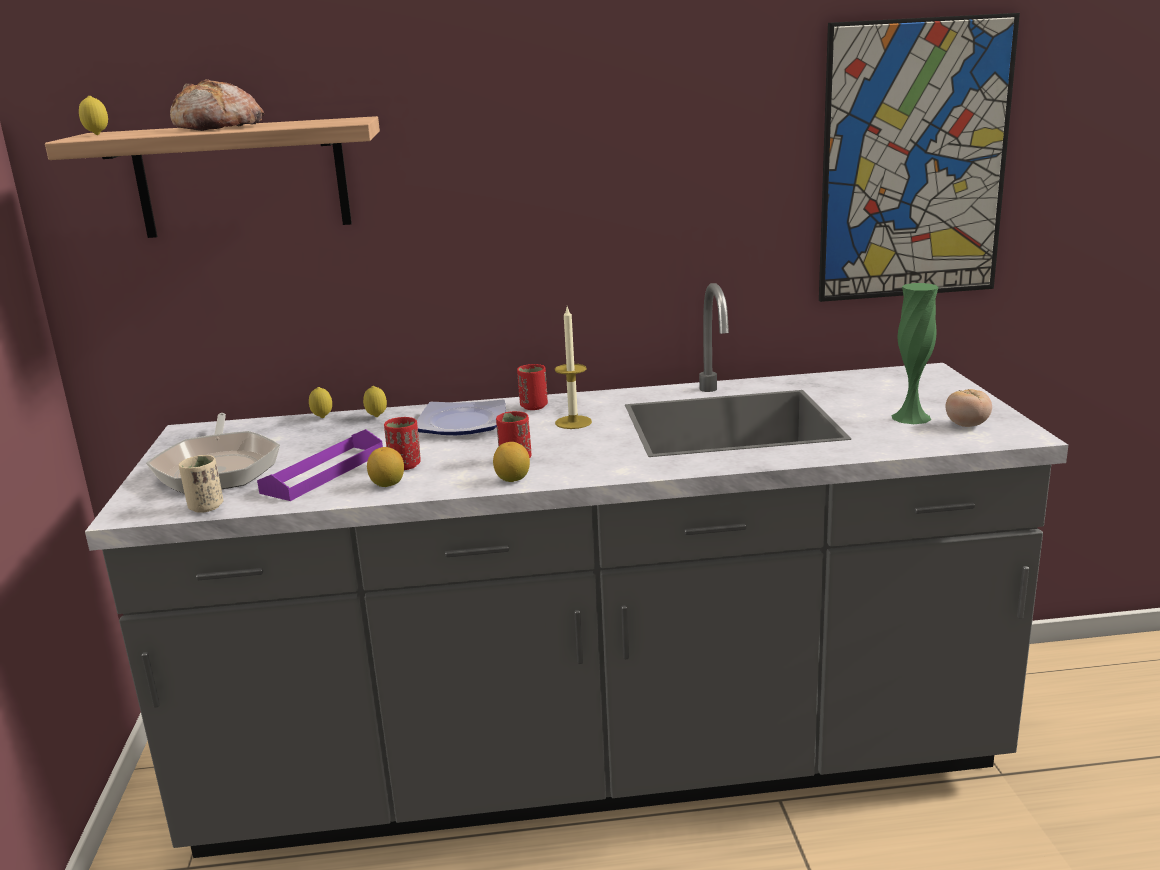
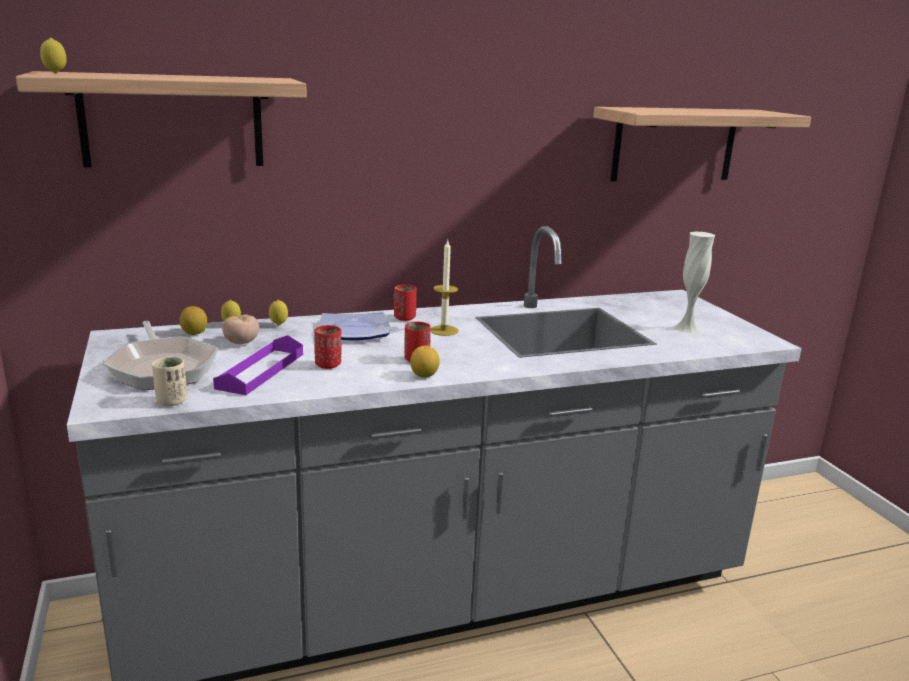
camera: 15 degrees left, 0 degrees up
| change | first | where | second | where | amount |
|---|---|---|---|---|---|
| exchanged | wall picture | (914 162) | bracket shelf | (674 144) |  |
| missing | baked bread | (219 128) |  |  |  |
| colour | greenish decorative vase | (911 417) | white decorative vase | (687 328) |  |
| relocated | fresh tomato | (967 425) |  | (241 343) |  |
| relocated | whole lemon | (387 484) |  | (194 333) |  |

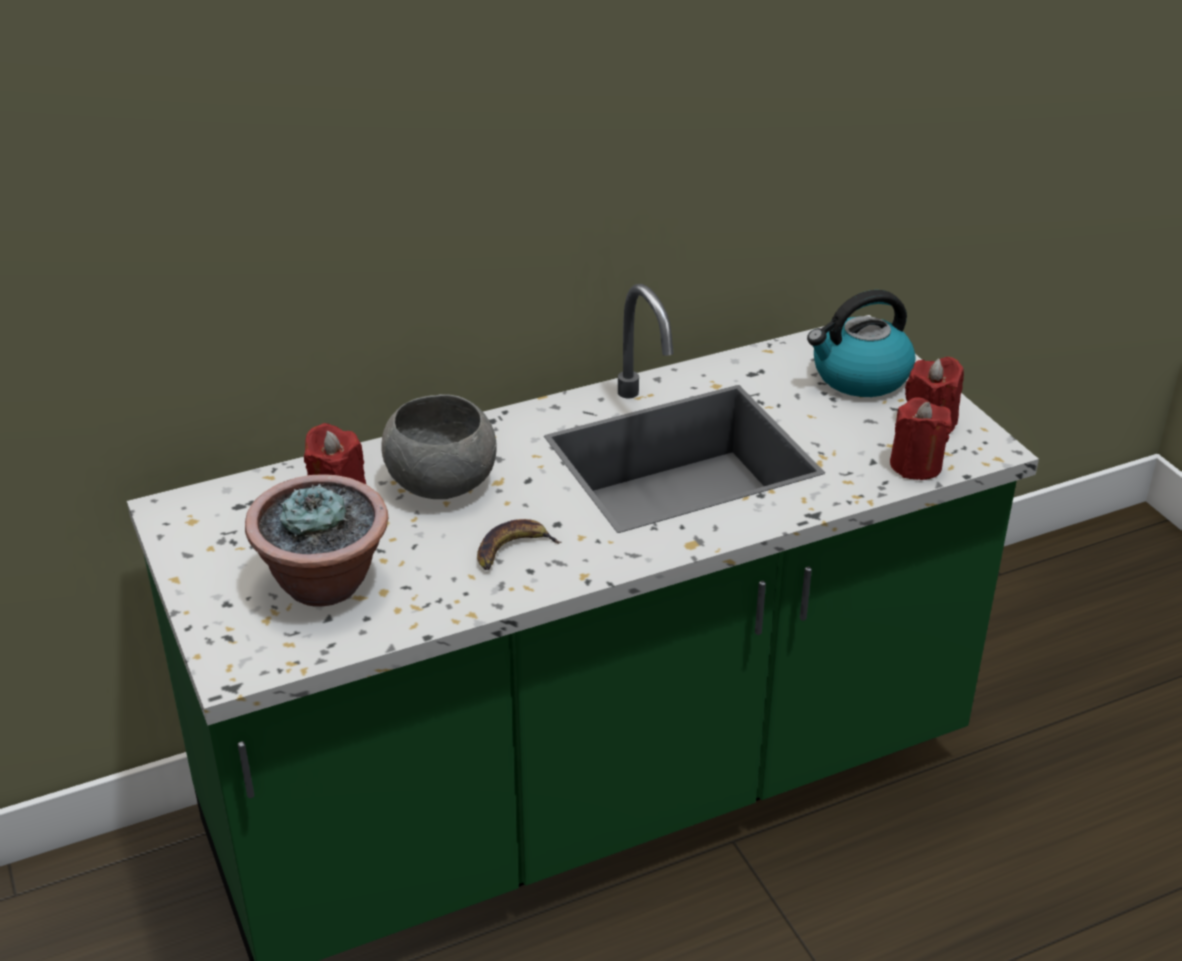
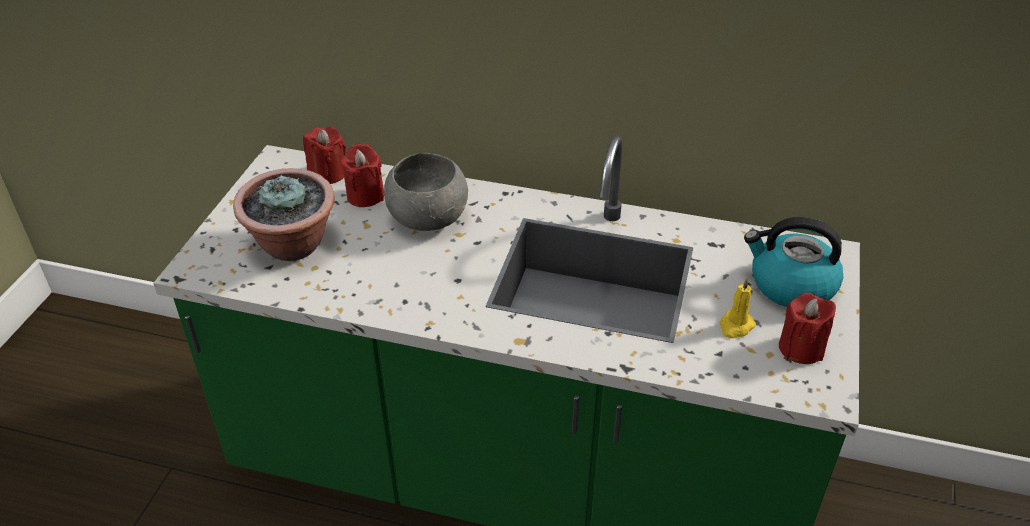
camera: 40 degrees right, 5 degrees up
| change | first | where | second | where | amount |
|---|---|---|---|---|---|
| relocated | reddish wax light | (916 465) |  | (327 173) |  |
| missing | whole banana | (512 550) |  |  |  |
| appeared |  |  | yellow wax light | (735 326) |  |

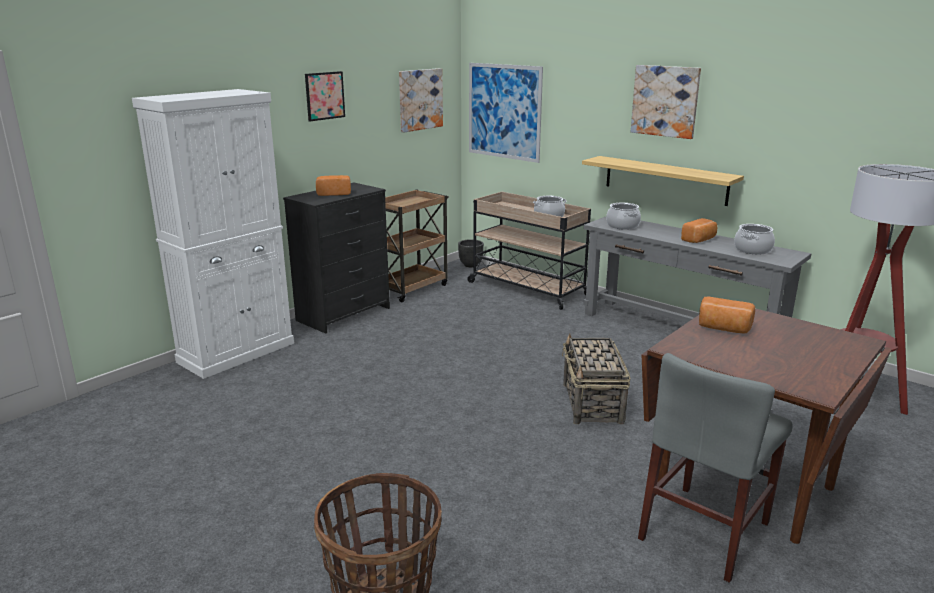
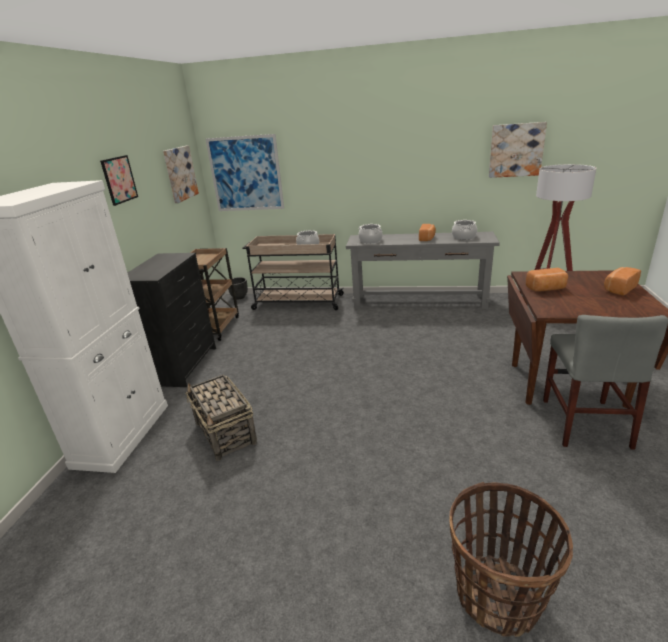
camera: 30 degrees left, 5 degrees up
| change | first | where | second | where | amount |
|---|---|---|---|---|---|
| relocated | wall picture | (665 101) |  | (516 150) |  |
| missing | bracket shelf | (665 180) |  |  |  |
| relocated | baked bread | (334 193) |  | (618 289) |  |
| relocated | storage basket | (592 403) |  | (225 433) |  |

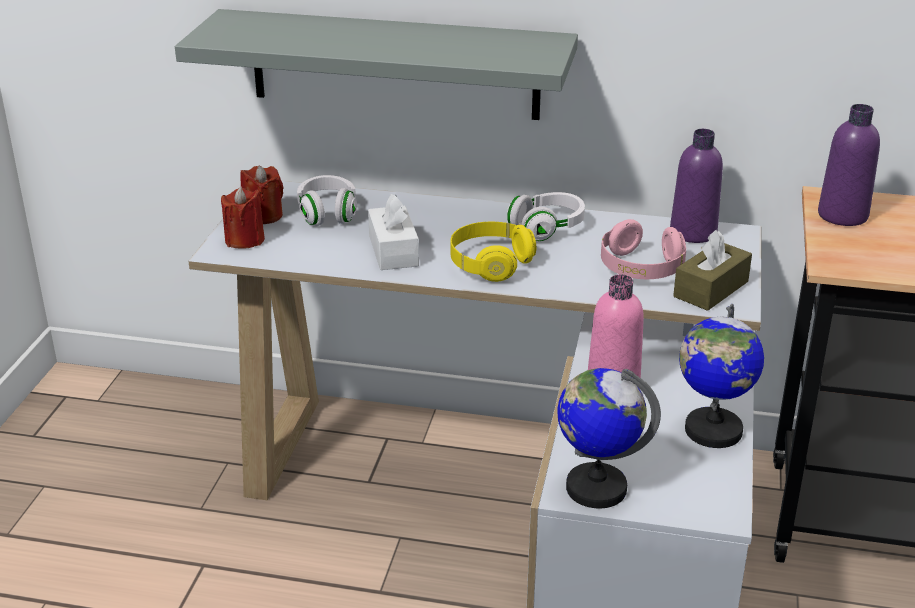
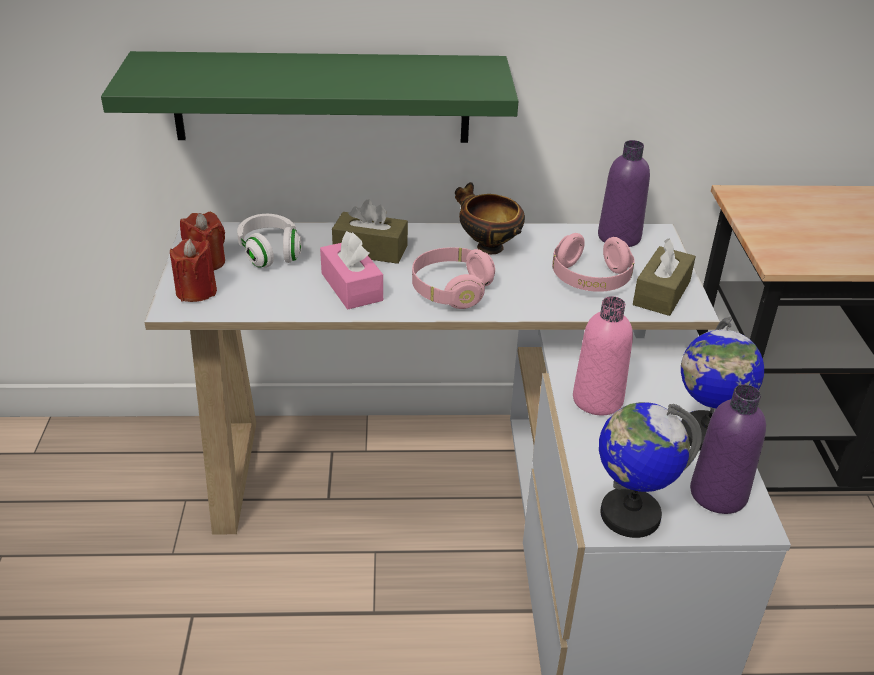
camera: 15 degrees left, 5 degrees up
| change | first | where | second | where | amount |
|---|---|---|---|---|---|
| colour | greyish bracket shelf | (394 64) | greenish bracket shelf | (322 98) |  |
| relocated | purplish drink bottle | (842 215) |  | (718 494) |  |
| exchanged | white headphones | (547 228) | deep dish | (487 247) |  |
| colour | white tissue box | (393 251) | pink tissue box | (351 287) |  |
| colour | yellow headphones | (490 264) | pink headphones | (450 290) |  |
| appeared |  |  | brown-coloured tissue box | (370 250) |  |

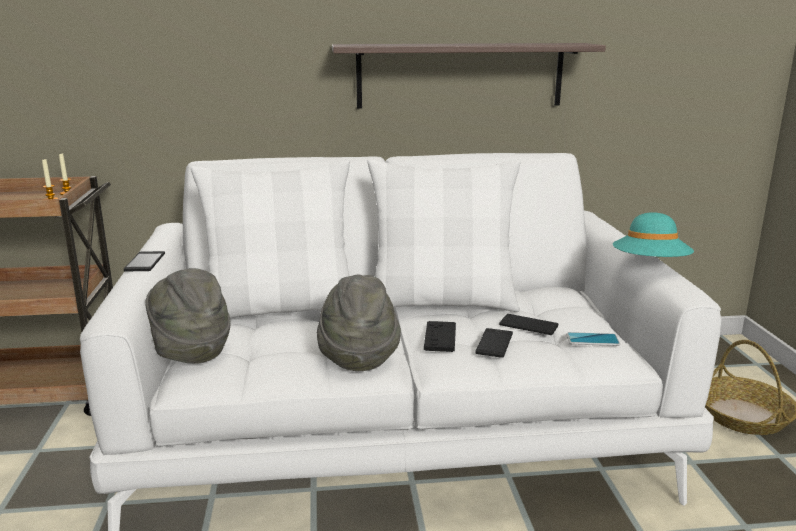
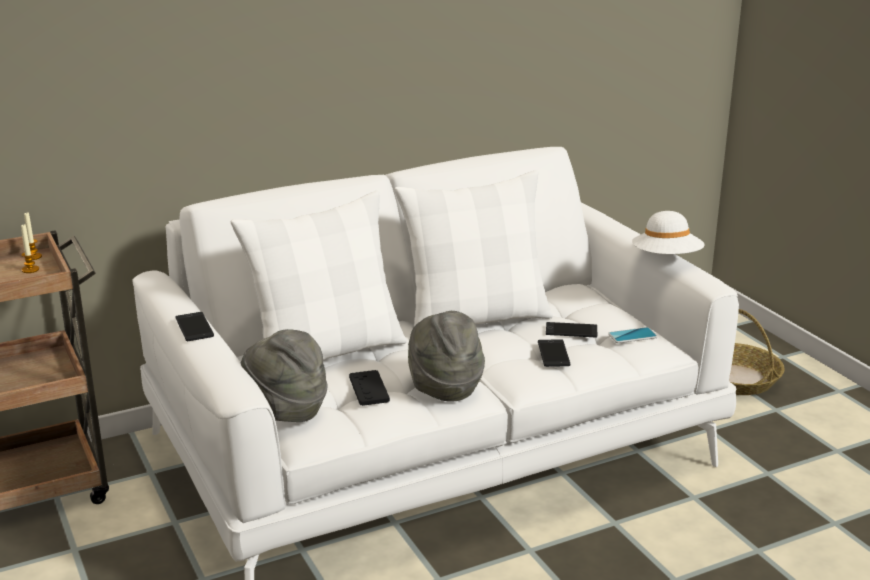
camera: 20 degrees left, 5 degrees up
| change | first | where | second | where | amount |
|---|---|---|---|---|---|
| missing | bracket shelf | (460 75) |  |  |  |
| colour | turquoise-coloured clothing hat | (650 265) | white clothing hat | (666 259) |  |
| relocated | blackish game controller | (440 337) |  | (369 389) |  |

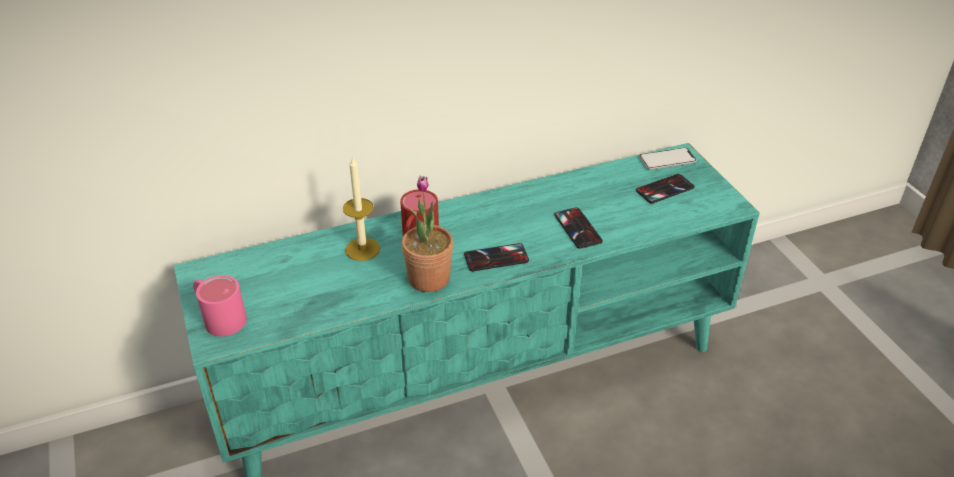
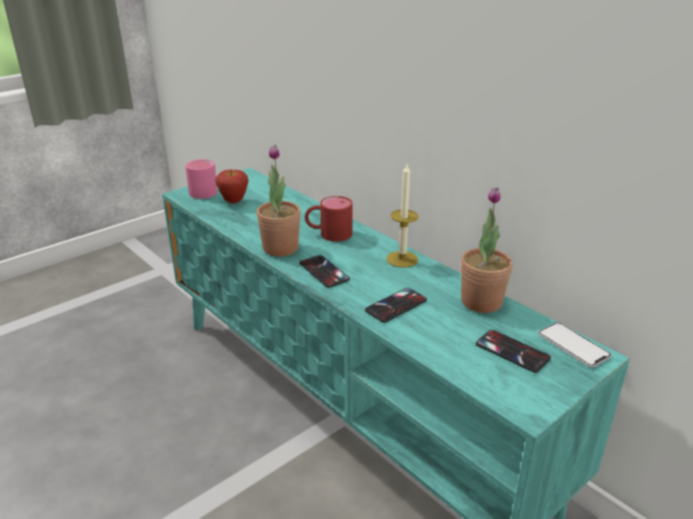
camera: 70 degrees right, 10 degrees down
| change | first | where | second | where | amount |
|---|---|---|---|---|---|
| relocated | wax light | (362 249) |  | (402 259) |  |
| appeared |  |  | apple | (234 202) |  |
| appeared |  |  | houseplant | (481 302) |  |

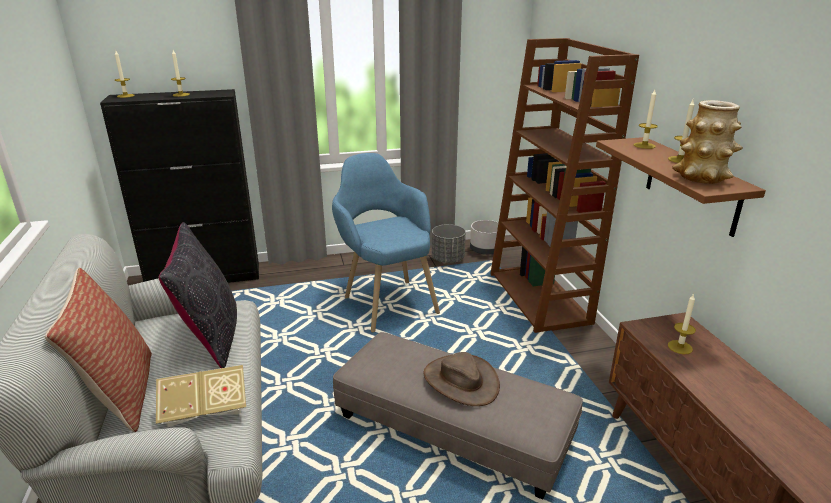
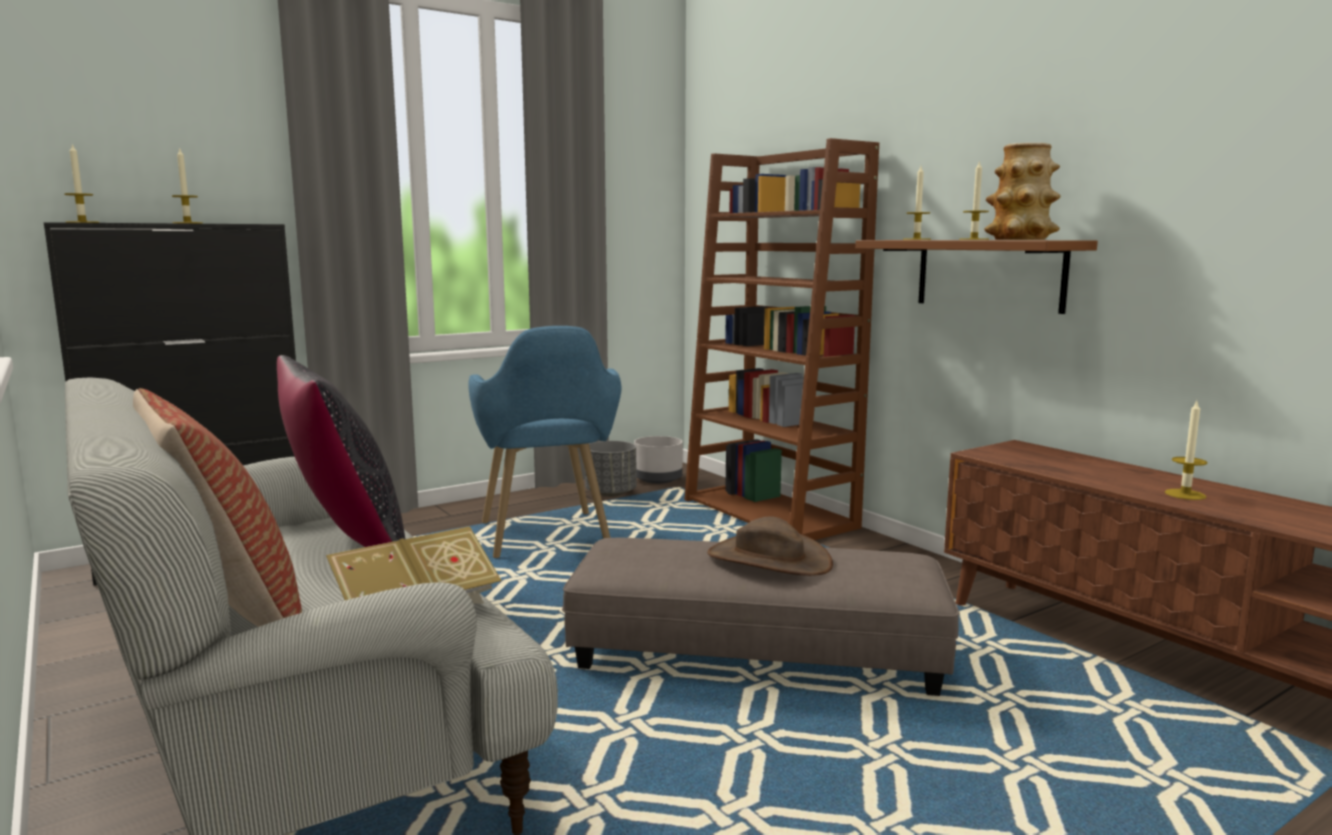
camera: 20 degrees left, 15 degrees down
| change | first | where | second | where | amount |
|---|---|---|---|---|---|
| spun | blue-coloured lounge chair | (385 299) |  | (547 541) | 150 degrees counterclockwise |
| relocated | wax light | (680 347) |  | (1185 494) |  |

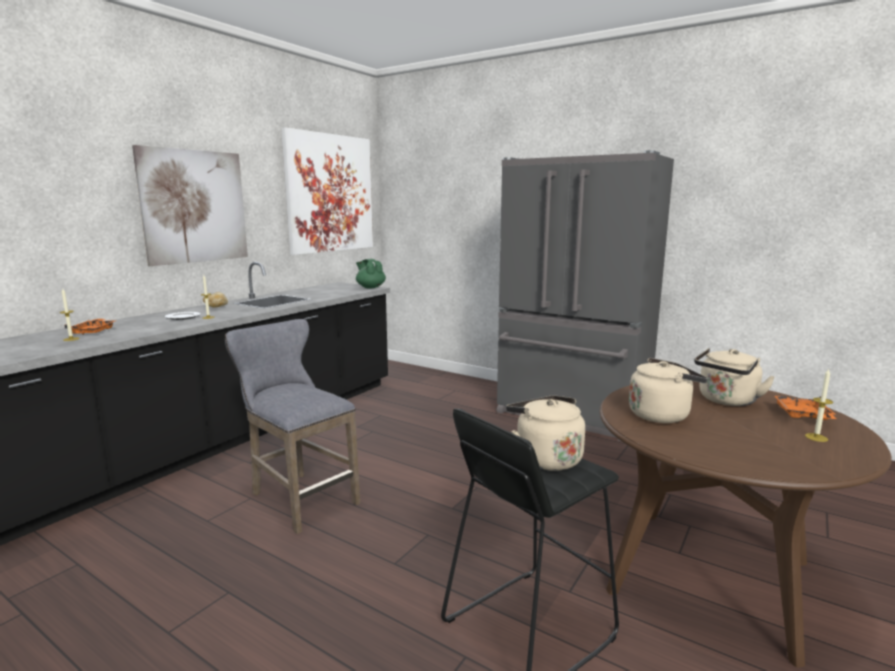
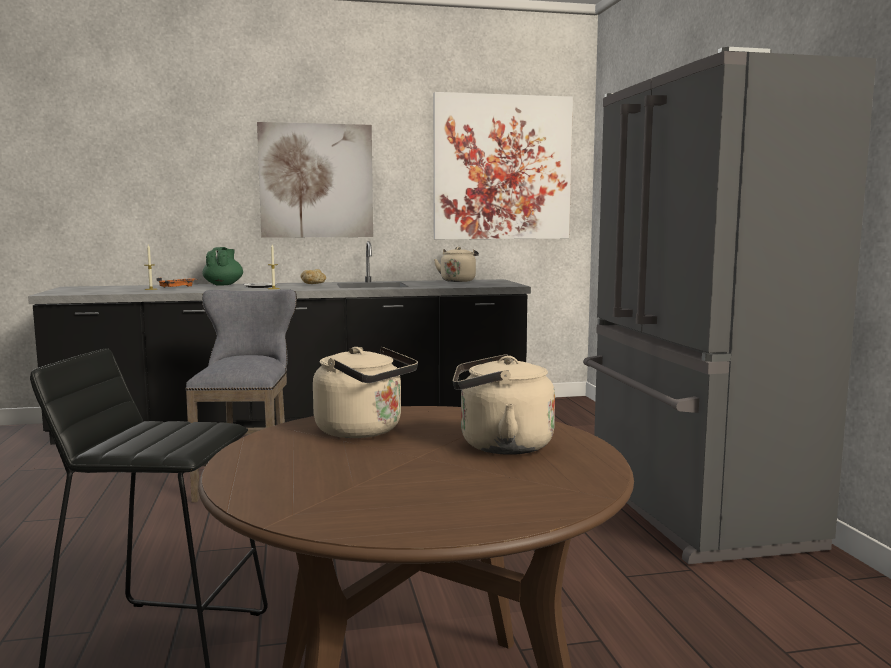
camera: 45 degrees right, 5 degrees down
| change | first | where | second | where | amount |
|---|---|---|---|---|---|
| relocated | greenish teapot | (370 287) |  | (223 285) |  |
| missing | wax light | (816 437) |  |  |  |
| relocated | sand-coloured kettle | (545 458) |  | (458 281) |  |
| missing | orange tray | (803 416) |  |  |  |

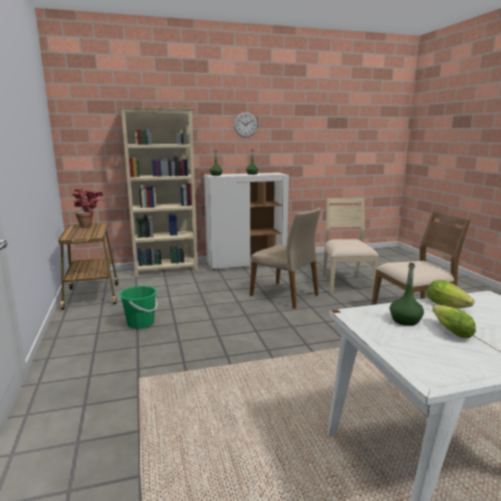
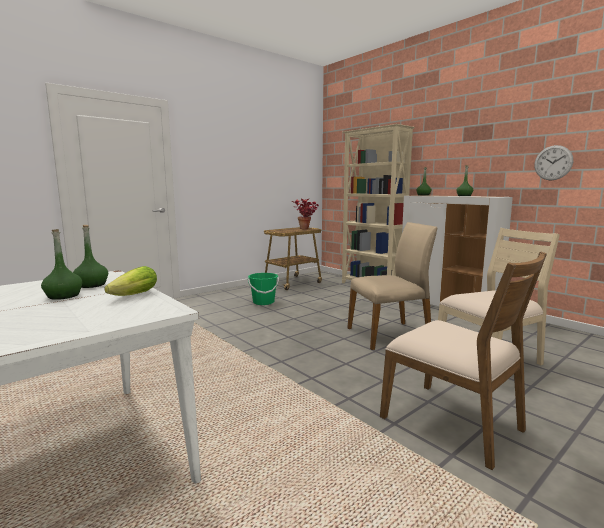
camera: 65 degrees right, 5 degrees down
| change | first | where | second | where | amount |
|---|---|---|---|---|---|
| relocated | hanging clock | (245 125) |  | (553 163) |  |
| spun | sand-coloured upright chair | (285 295) |  | (389 334) | 120 degrees counterclockwise |
| exchanged | head of lettuce | (449 330) | greenish drink bottle | (63 296) |  |

